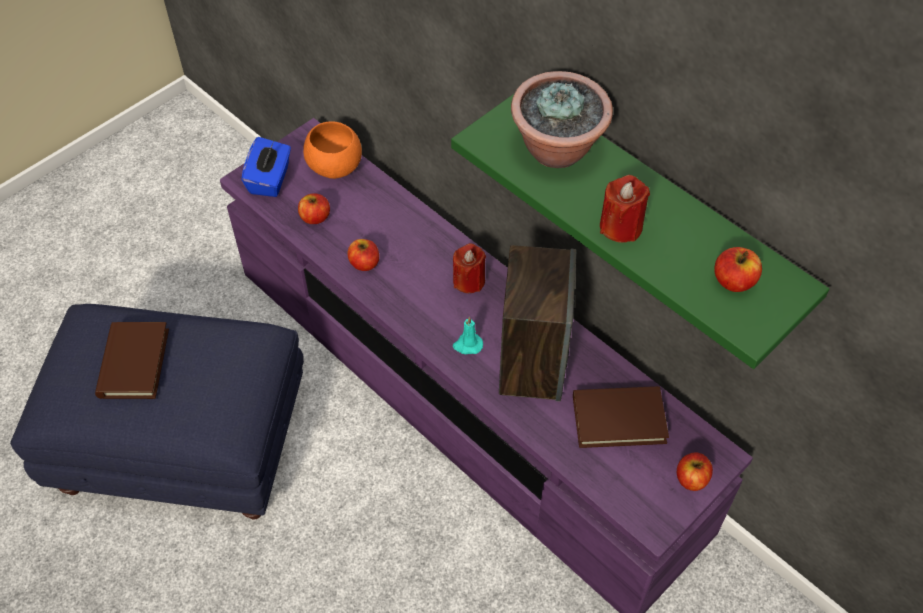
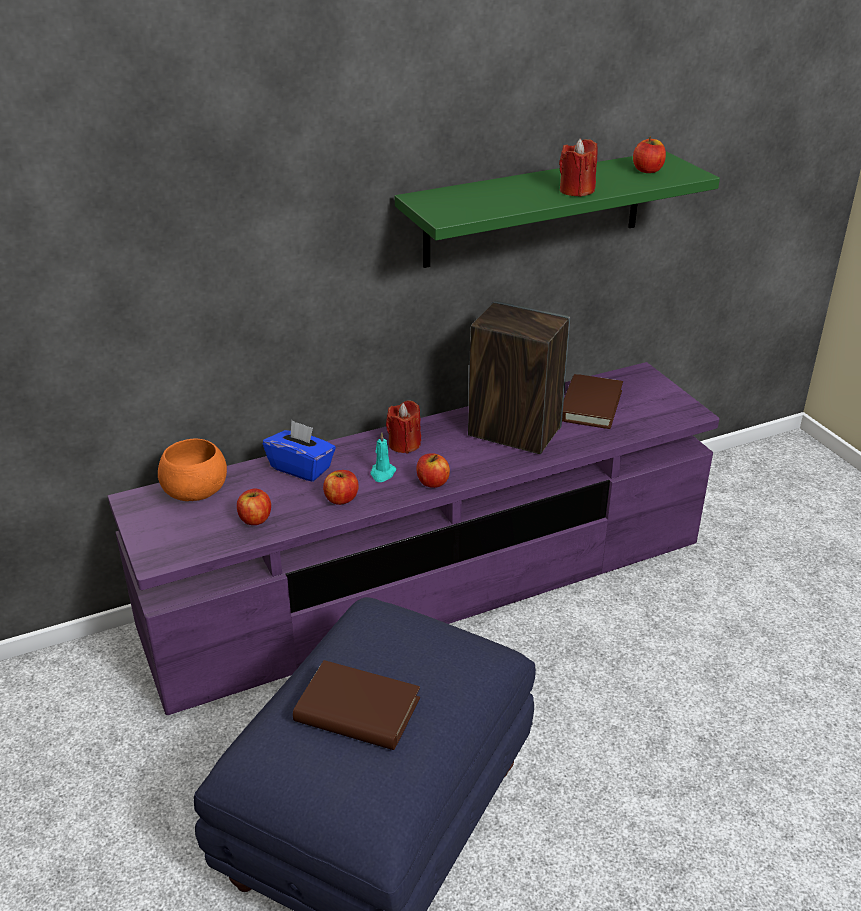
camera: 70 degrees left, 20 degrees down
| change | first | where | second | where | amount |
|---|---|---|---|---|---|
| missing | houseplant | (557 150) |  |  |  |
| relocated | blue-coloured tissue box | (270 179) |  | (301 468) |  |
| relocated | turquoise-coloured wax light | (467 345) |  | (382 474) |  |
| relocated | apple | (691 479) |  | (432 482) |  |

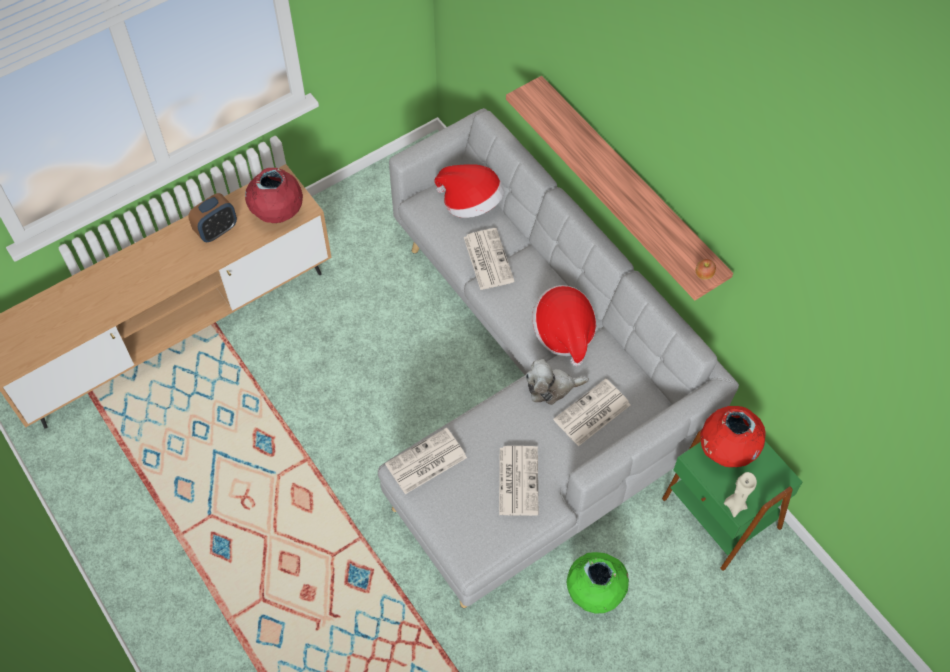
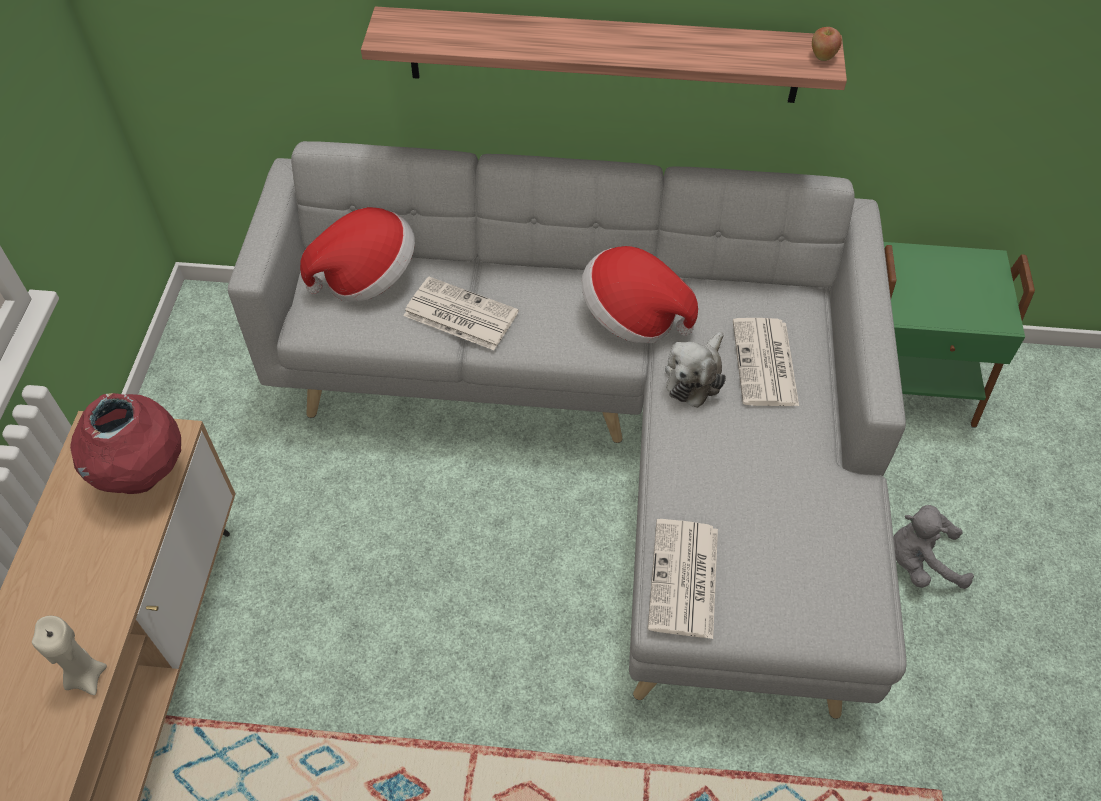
camera: 50 degrees left, 5 degrees down
| change | first | where | second | where | amount |
|---|---|---|---|---|---|
| missing | alarm clock | (217 230) |  |  |  |
| missing | reddish decorative vase | (725 453) |  |  |  |
| missing | daily paper | (517 480) |  |  |  |
| relocated | sand-coloured wax light | (735 504) |  | (86 676) |  |
| exchanged | greenish decorative vase | (595 593) | greyish plush toy | (920 562) |  |

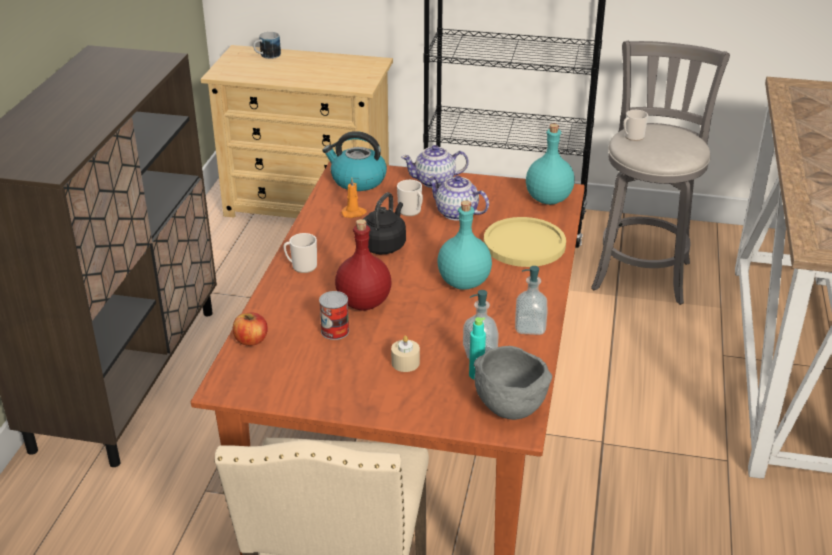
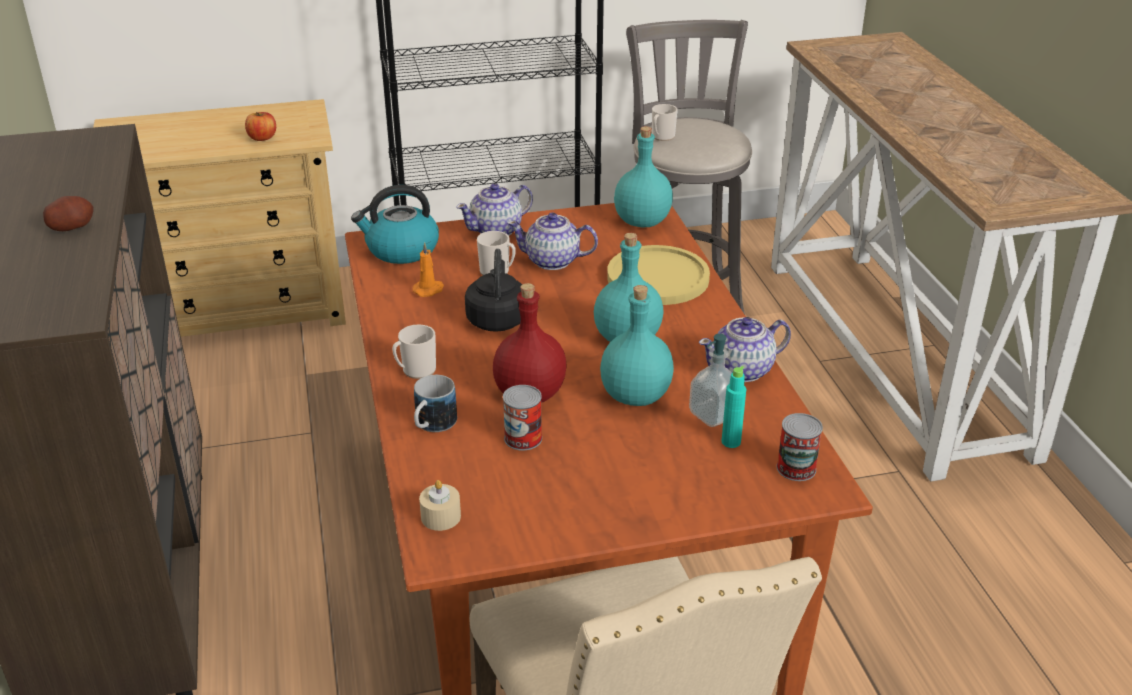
camera: 25 degrees left, 0 degrees up
| change | first | where | second | where | amount |
|---|---|---|---|---|---|
| relocated | tea mug | (267 56) |  | (432 426) |  |
| exchanged | soap dispenser | (530 327) | teapot | (743 370) |  |
| relocated | apple | (251 340) |  | (262 138) |  |
| relocated | sand-coloured wax light | (405 363) |  | (441 517) |  |
| exchanged | greyish deep dish | (508 407) | sealed can | (796 468) |  |
| appeared |  |  | potato | (72 227) |  |
| appeared |  |  | turquoise-coloured drink bottle | (636 396) |  |

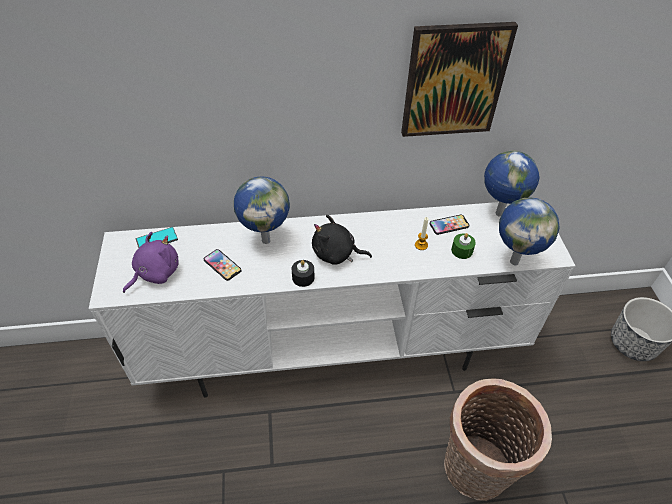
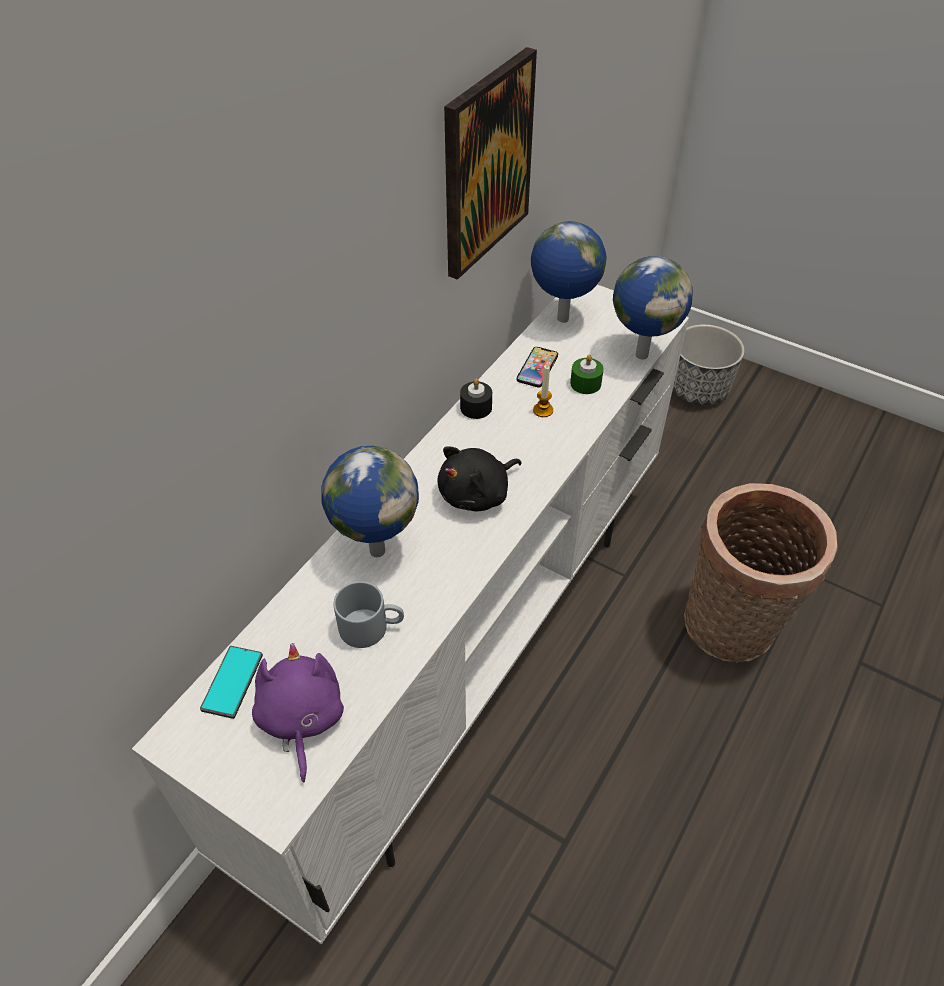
camera: 50 degrees left, 0 degrees up
| change | first | where | second | where | amount |
|---|---|---|---|---|---|
| exchanged | telephone | (222 265) | greyish tea mug | (371 626) |  |
| relocated | blackish wax light | (303 277) |  | (476 407) |  |

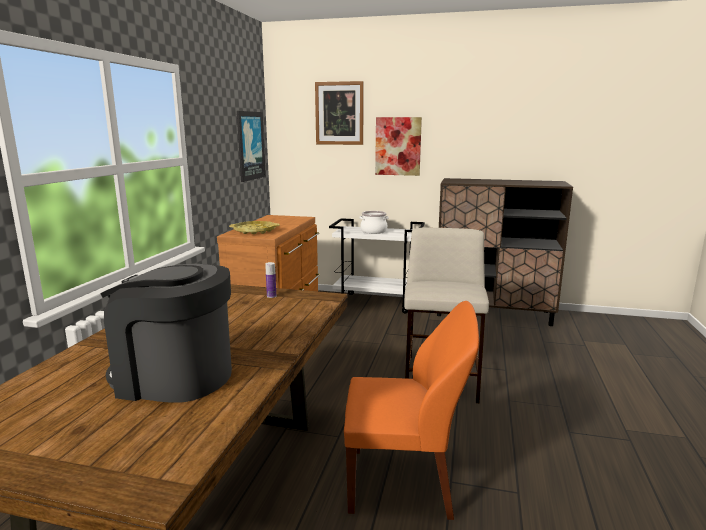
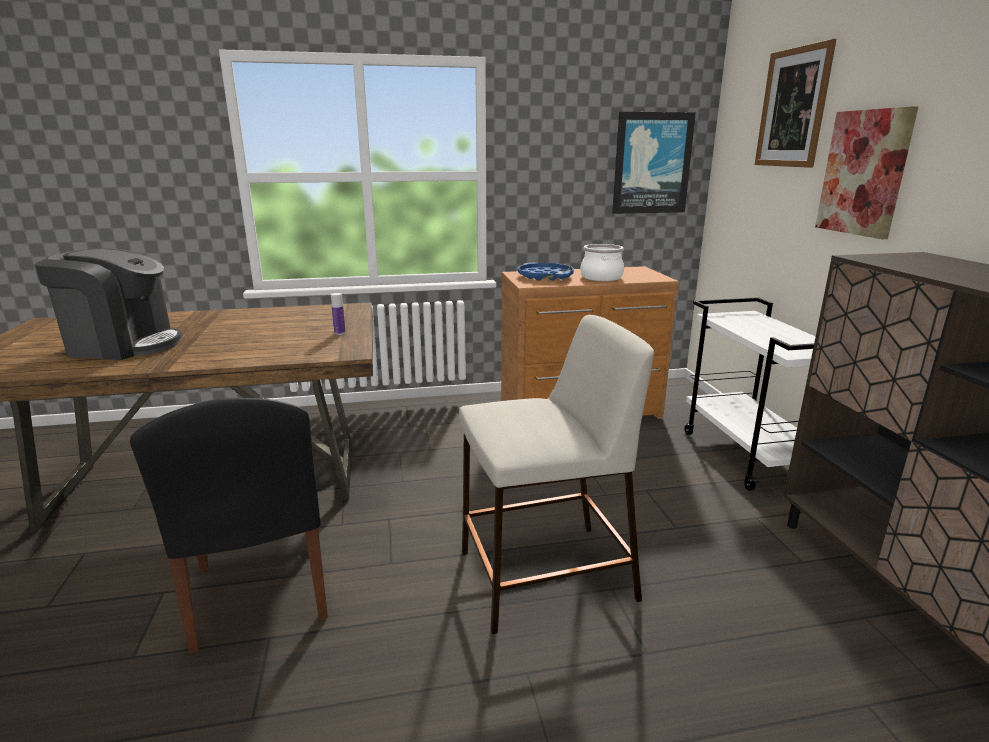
camera: 65 degrees right, 5 degrees up
| change | first | where | second | where | amount |
|---|---|---|---|---|---|
| relocated | stockpot | (373 231) |  | (601 277) |  |
| colour | yellow tray | (254 231) | blue-coloured tray | (545 276) |  |
| spun | coffee brewer | (174 376) |  | (123 345) | 105 degrees clockwise |
| colour | orange upright chair | (403 483) | blackish upright chair | (260 595) |  |

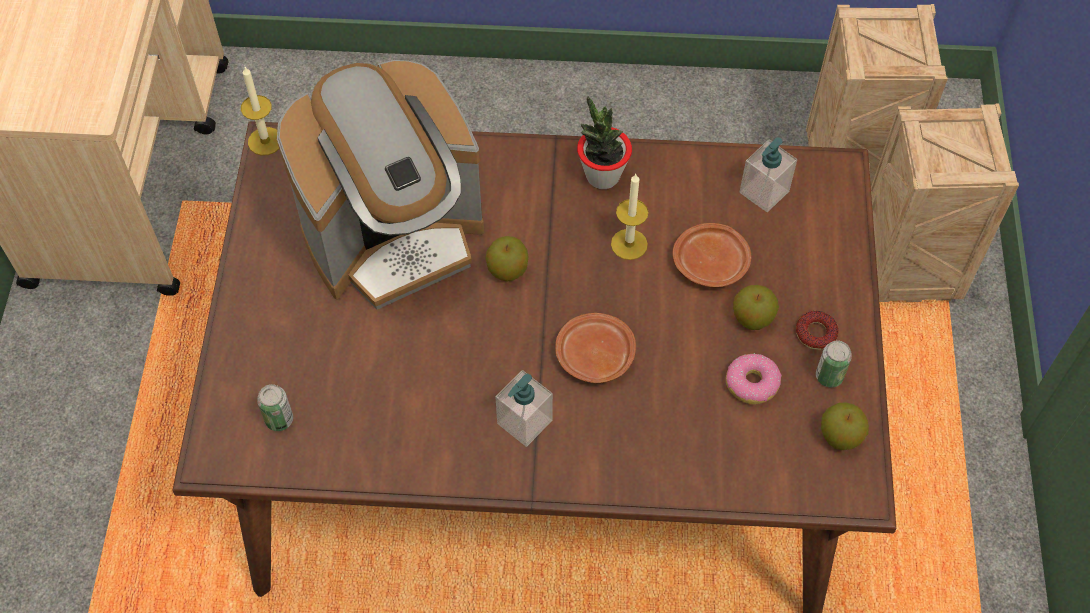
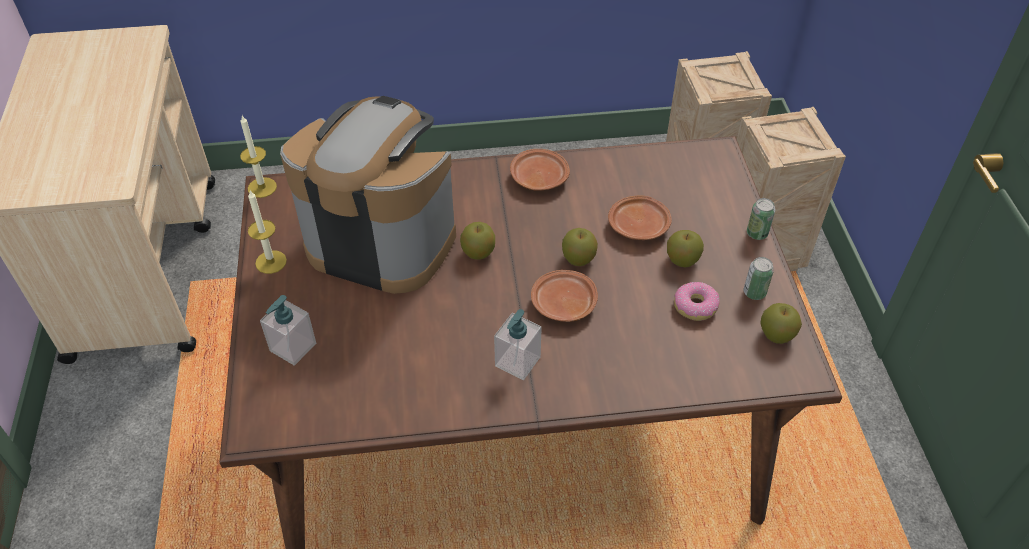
camera: 10 degrees left, 10 degrees down
| change | first | where | second | where | amount |
|---|---|---|---|---|---|
| spun | coffee brewer | (395 237) |  | (381 241) | 120 degrees counterclockwise |
| exchanged | houseplant | (602 176) | brown-coloured plate | (538 177) |  |
| relocated | soap dispenser | (764 192) |  | (293 347) |  |
| relocated | wax light | (629 244) |  | (271 262) |  |
| missing | donut | (815 333) |  |  |  |
| relocated | sealed can | (279 419) |  | (757 233) |  |
| appeared |  |  | apple | (578 259) |  |

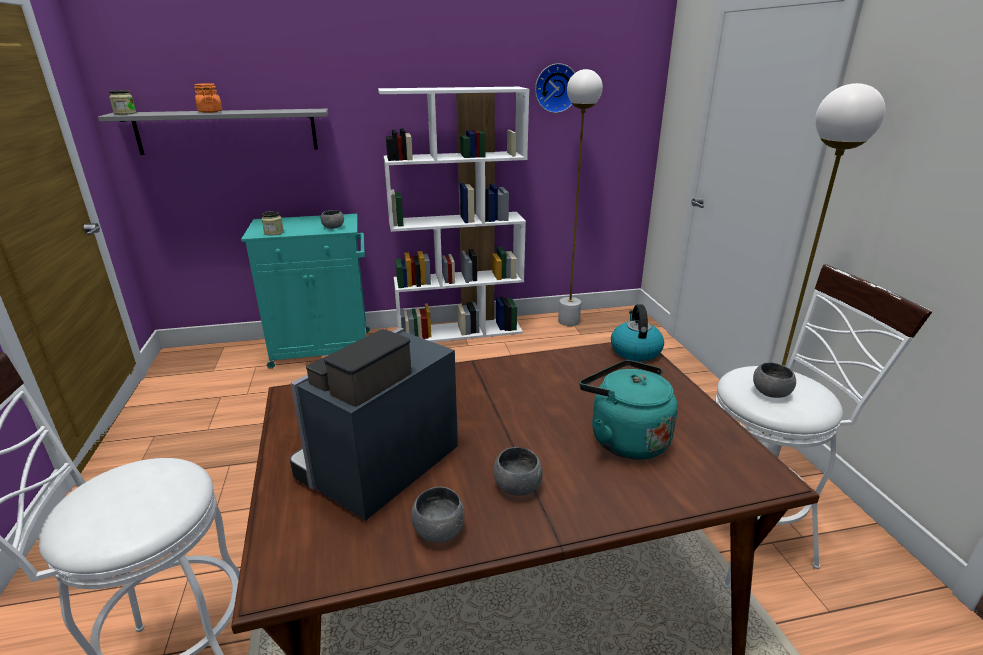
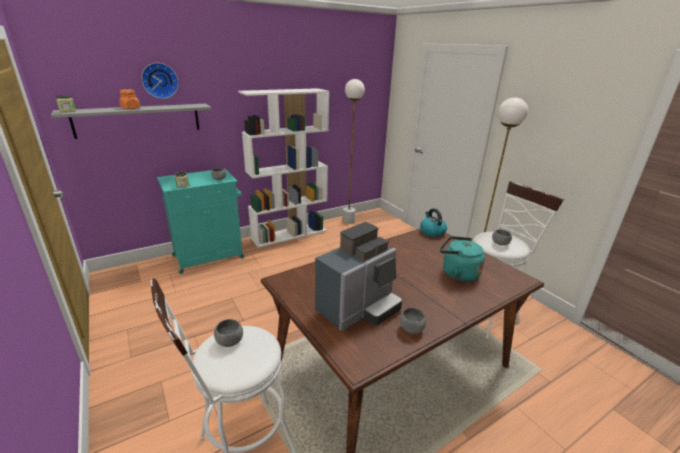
camera: 20 degrees left, 0 degrees up
| change | first | where | second | where | amount |
|---|---|---|---|---|---|
| relocated | hanging clock | (555 88) |  | (160 80) |  |
| spun | coffee brewer | (377 469) |  | (359 308) | 150 degrees counterclockwise |
| relocated | greyish deep dish | (517 487) |  | (229 342) |  |

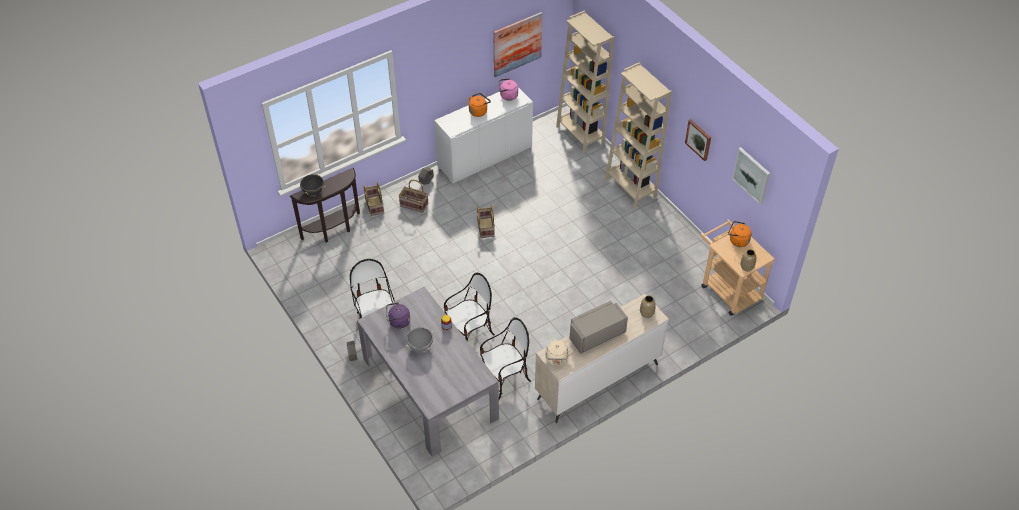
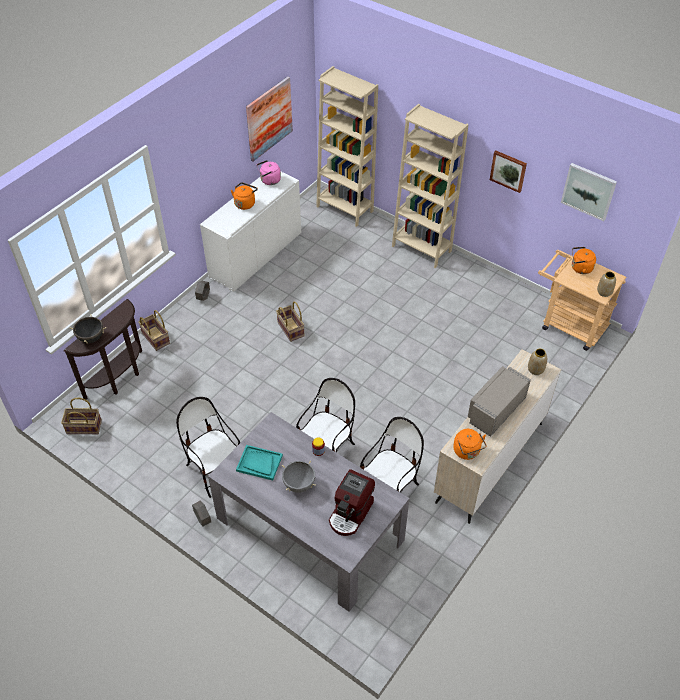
camera: 20 degrees left, 0 degrees up
| change | first | where | second | where | amount |
|---|---|---|---|---|---|
| relocated | storage basket | (413 205) |  | (84 427) |  |
| exchanged | purplish kettle | (398 322) | turquoise-coloured tray | (259 463) |  |
| colour | sand-coloured kettle | (557 359) | orange kettle | (467 452) |  |
| appeared |  |  | coffee brewer | (351 513) |  |

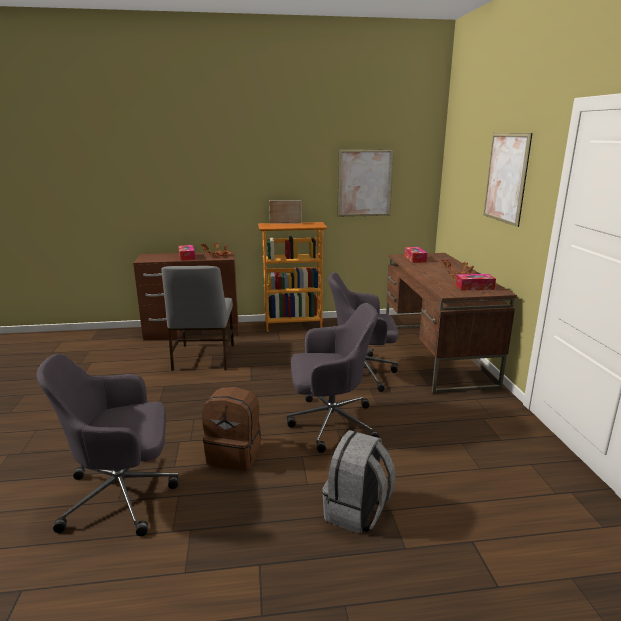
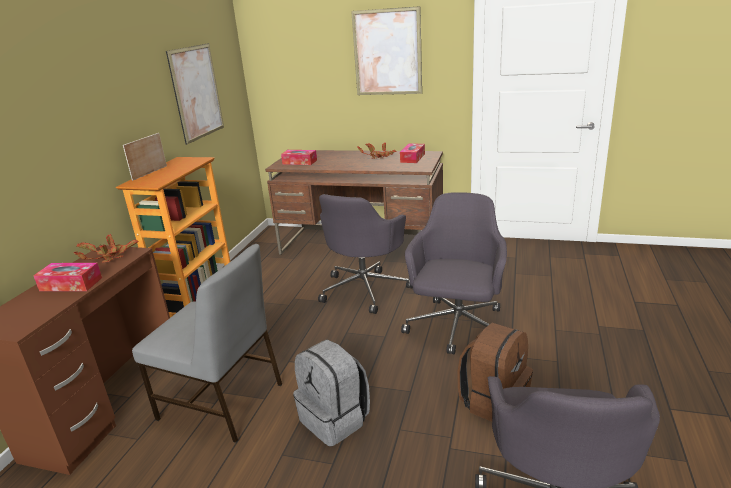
camera: 65 degrees left, 5 degrees up
| change | first | where | second | where | amount |
|---|---|---|---|---|---|
| relocated | greyish backpack | (357 512) |  | (335 419) |  |

